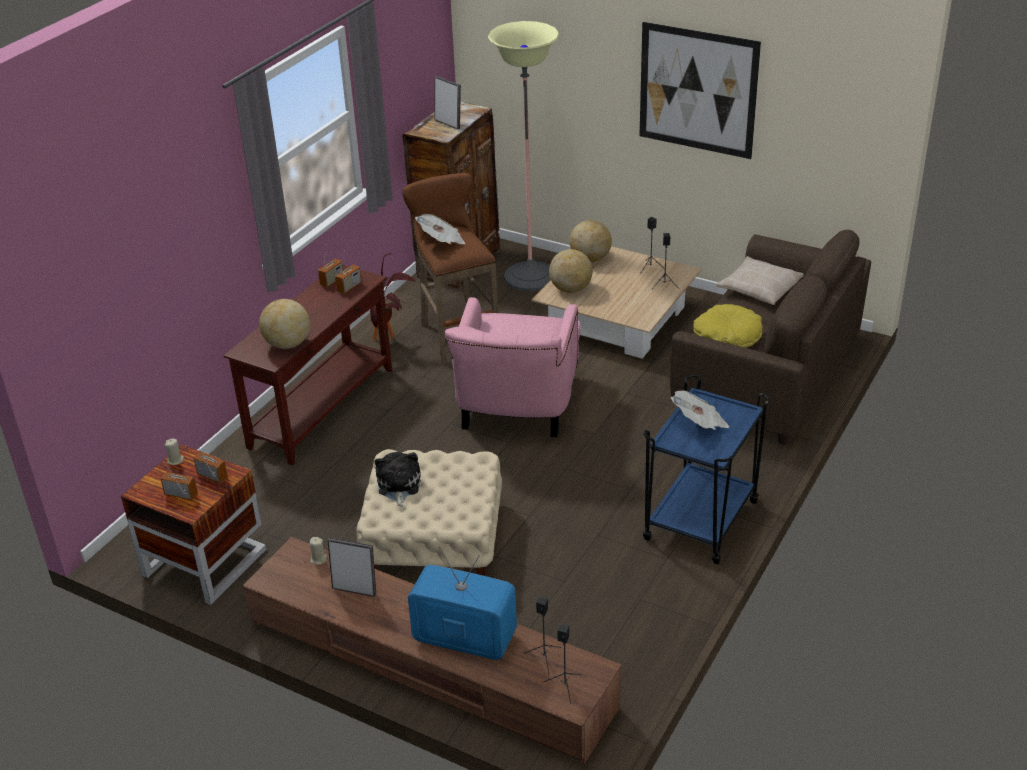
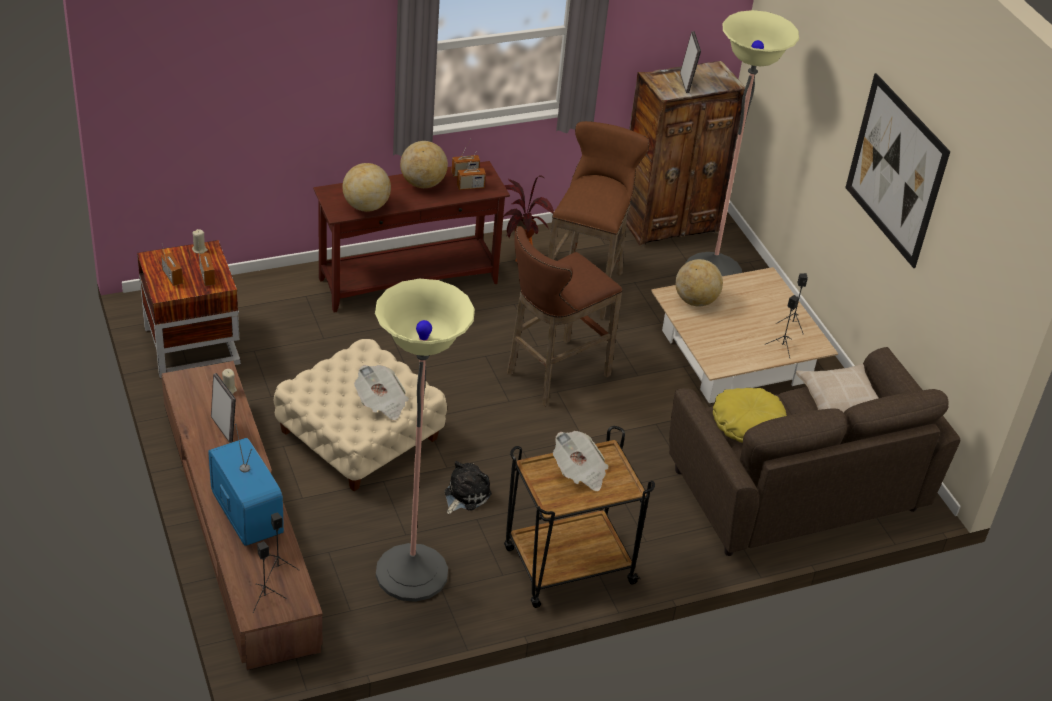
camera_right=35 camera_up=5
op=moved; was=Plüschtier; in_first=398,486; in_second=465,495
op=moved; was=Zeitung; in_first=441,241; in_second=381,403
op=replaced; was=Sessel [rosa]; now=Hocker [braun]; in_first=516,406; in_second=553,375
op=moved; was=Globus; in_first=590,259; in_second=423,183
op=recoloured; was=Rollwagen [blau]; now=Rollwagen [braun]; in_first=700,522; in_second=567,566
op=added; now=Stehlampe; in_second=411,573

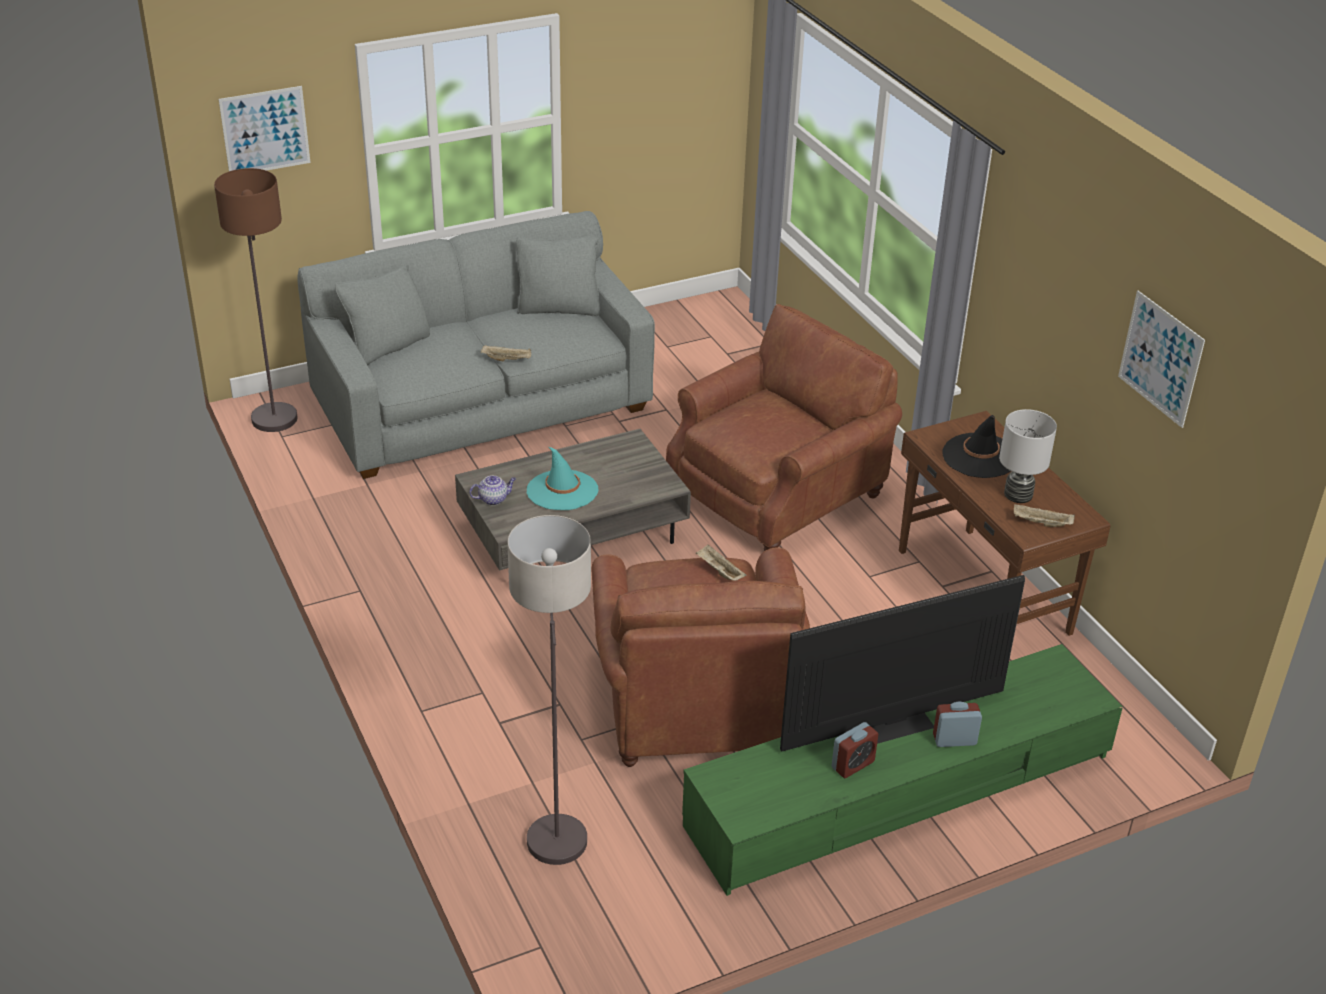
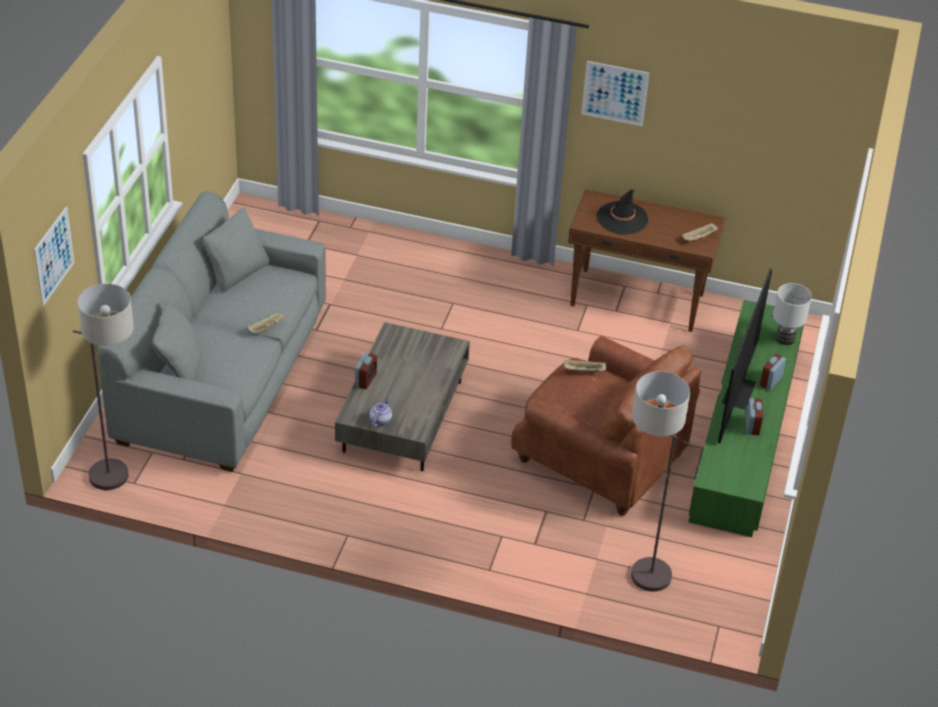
camera_right=-50 camera_up=5
op=recoloured; was=Stehlampe [braun]; now=Stehlampe [grau]; in_first=278,426; in_second=119,478
op=removed; was=Hut [türkis]; in_first=562,490
op=removed; was=Sessel [braun]; in_first=778,494
op=moved; was=Tischlampe [grau]; in_first=1018,495; in_second=785,339
op=moved; was=Bild; in_first=1160,358; in_second=615,93
op=added; now=Wecker; in_second=366,380

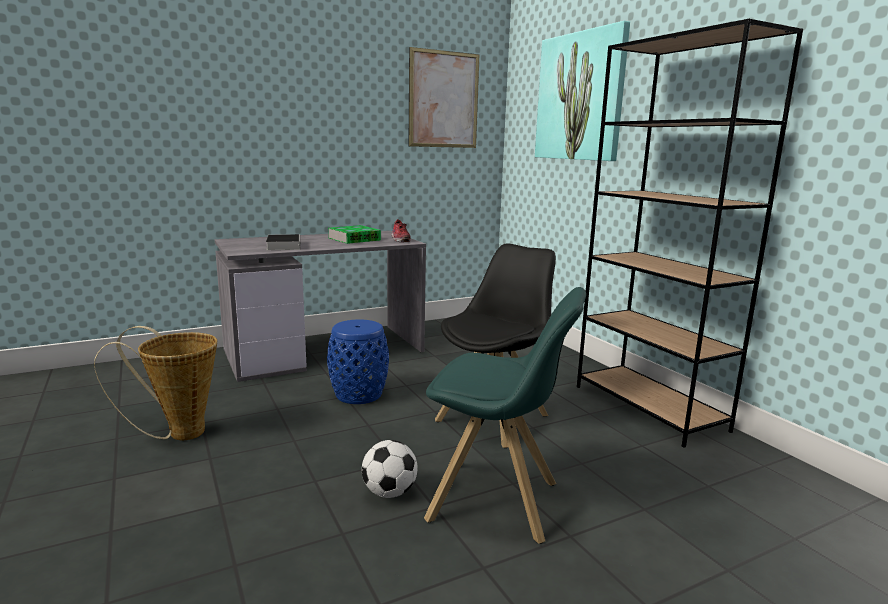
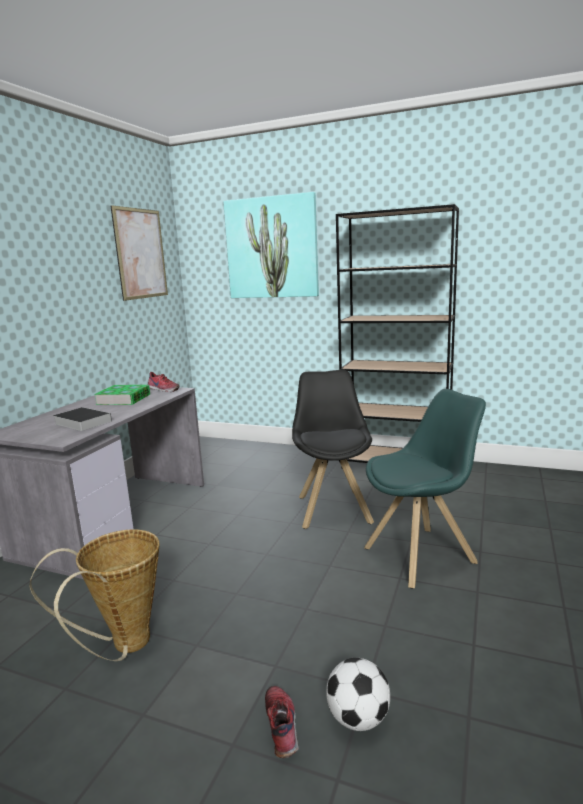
camera_right=-40 camera_up=0
op=removed; was=Hocker [blau]; in_first=358,394
op=moved; was=Fußball; in_first=390,492; in_second=358,718
op=added; now=Schuh; in_second=283,725

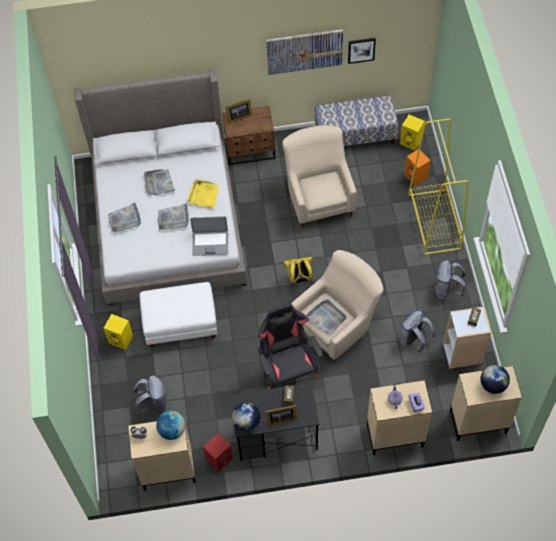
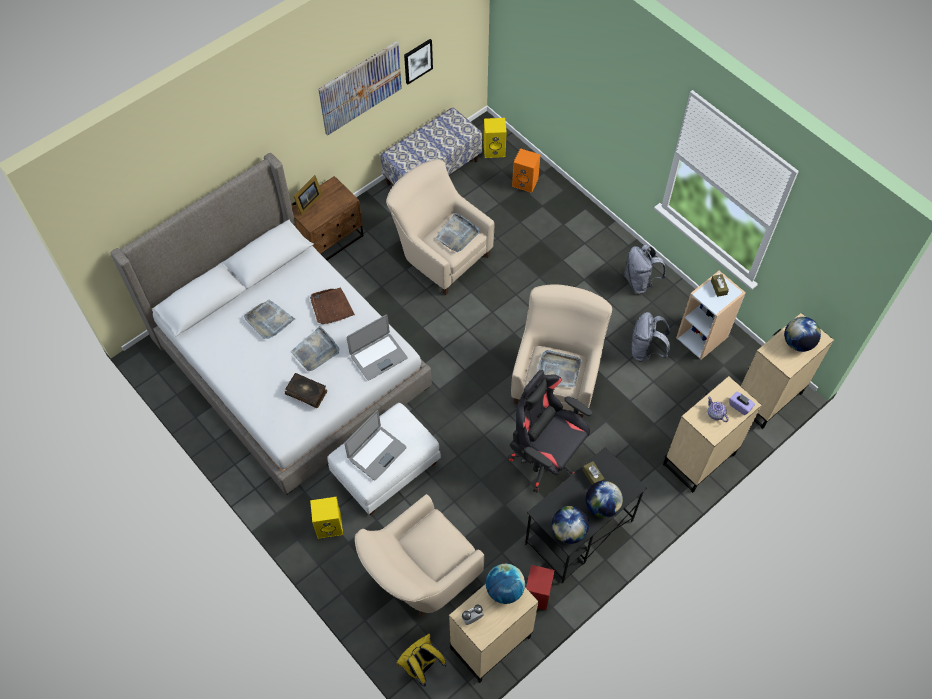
camera_right=-35 camera_up=0
op=moved; was=Tablett [grau]; in_first=125,219; in_second=457,234
op=replaced; was=Rucksack [grau]; now=Sessel [beige]; in_first=154,404; in_second=420,577
op=recoloured; was=Tablett [gelb]; now=Tablett [braun]; in_first=203,195; in_second=331,307
op=replaced; was=Bilderrahmen; now=Globus; in_first=280,418; in_second=602,506
op=moved; was=Rucksack [gelb]; in_first=299,279; in_second=421,666
op=removed; was=Kleiderständer [gelb]; in_first=434,221
op=added; now=Buch; in_second=307,392
op=added; now=Laptop; in_second=377,453

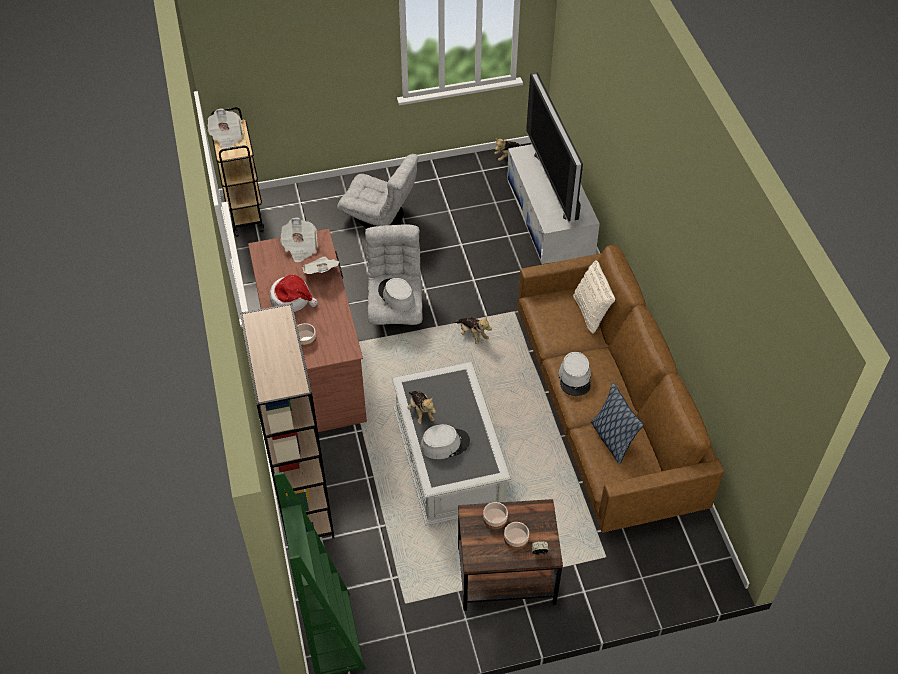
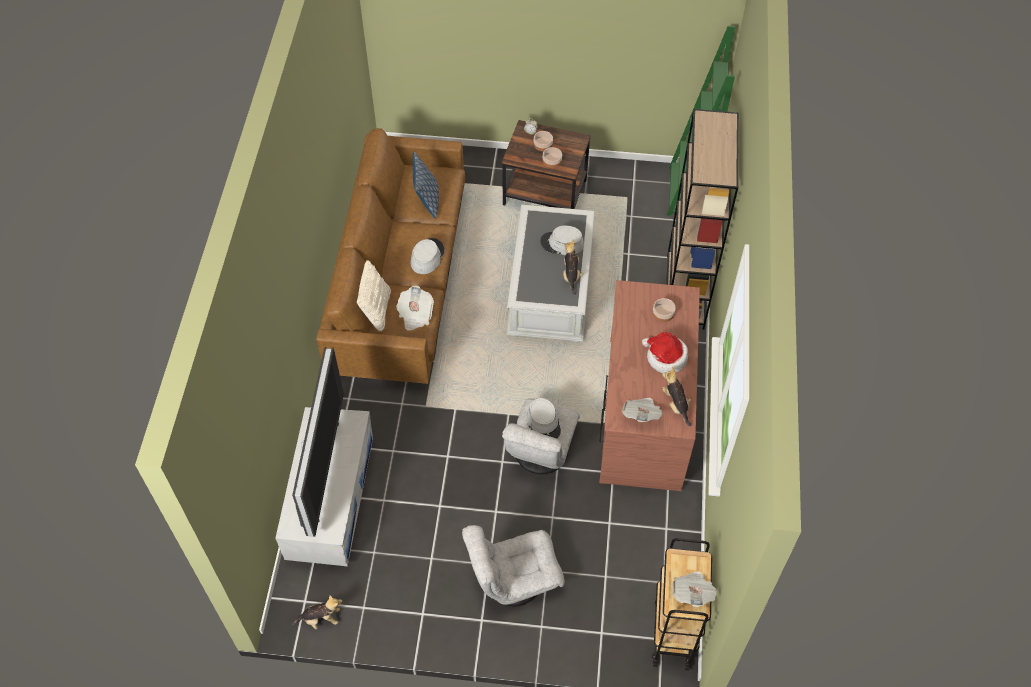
camera_right=-160 camera_up=5
op=moved; was=Zeitung; in_first=321,272; in_second=415,315
op=turned; was=Sessel [grau]; in_first=379,216; in_second=514,578; clockwise=-60
op=moved; was=Plüschtier; in_first=472,334; in_second=676,404

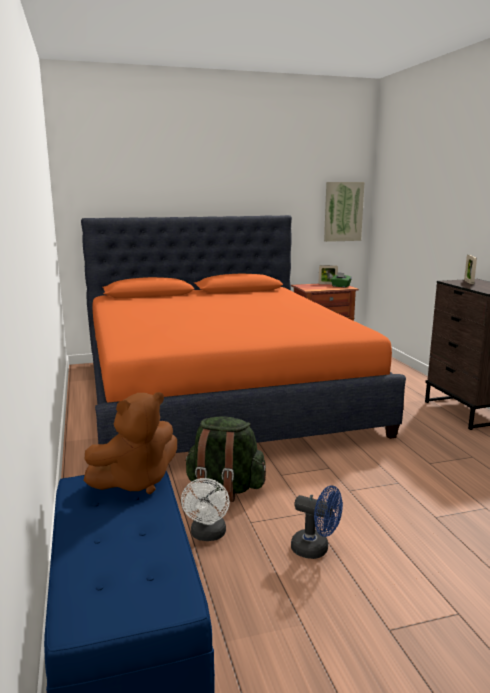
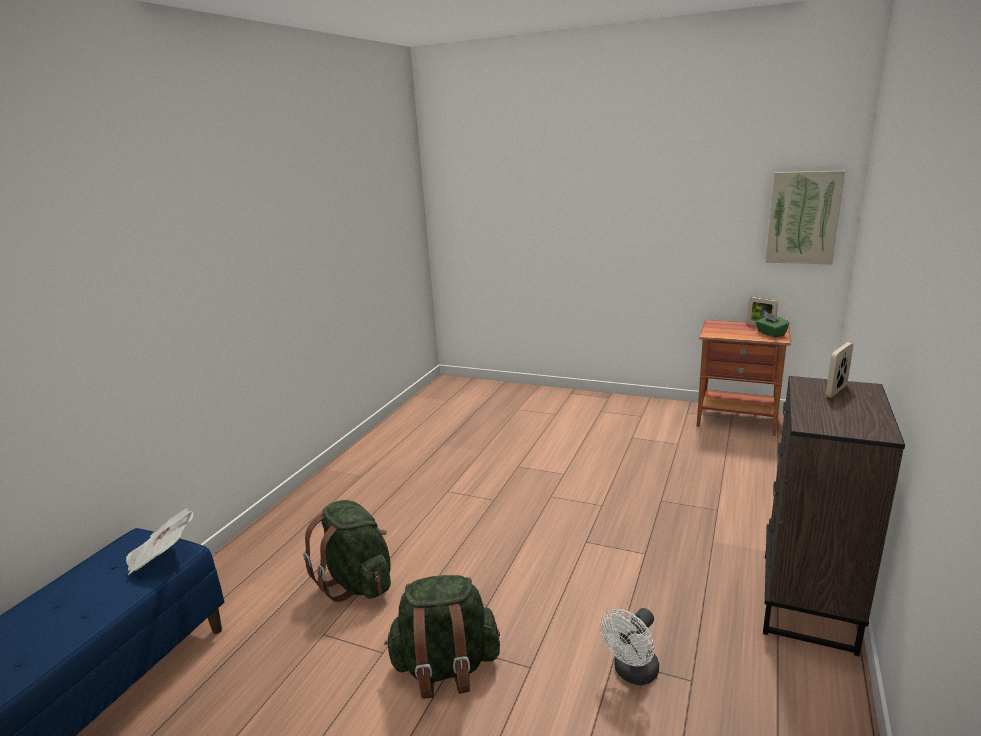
camera_right=40 camera_up=5
op=removed; was=Bett [orange]; in_first=220,394
op=replaced; was=Plüschtier [braun]; now=Zeitung; in_first=136,481; in_second=162,557
op=moved; was=Ventilator [weiß]; in_first=208,535; in_second=632,673
op=removed; was=Ventilator [blau]; in_first=316,549
op=added; now=Rucksack [grün]; in_second=446,668

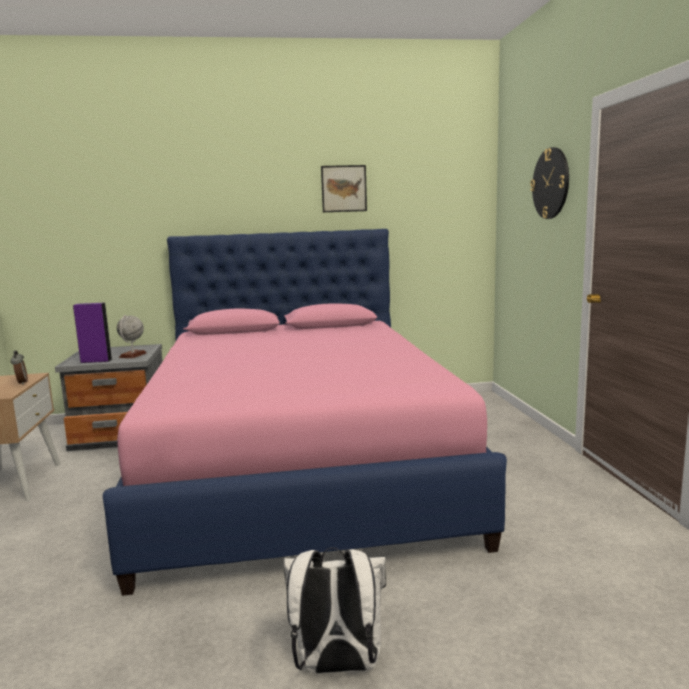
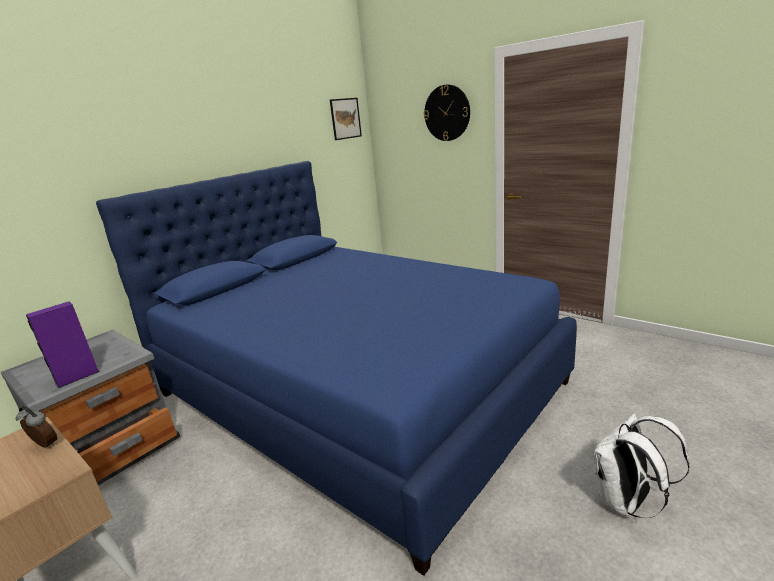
camera_right=-40 camera_up=10
op=recoloured; was=Bett [rosa]; now=Bett [blau]; in_first=299,464; in_second=354,388
op=removed; was=Globus; in_first=133,355
op=moved; was=Bild; in_first=344,188; in_second=345,118

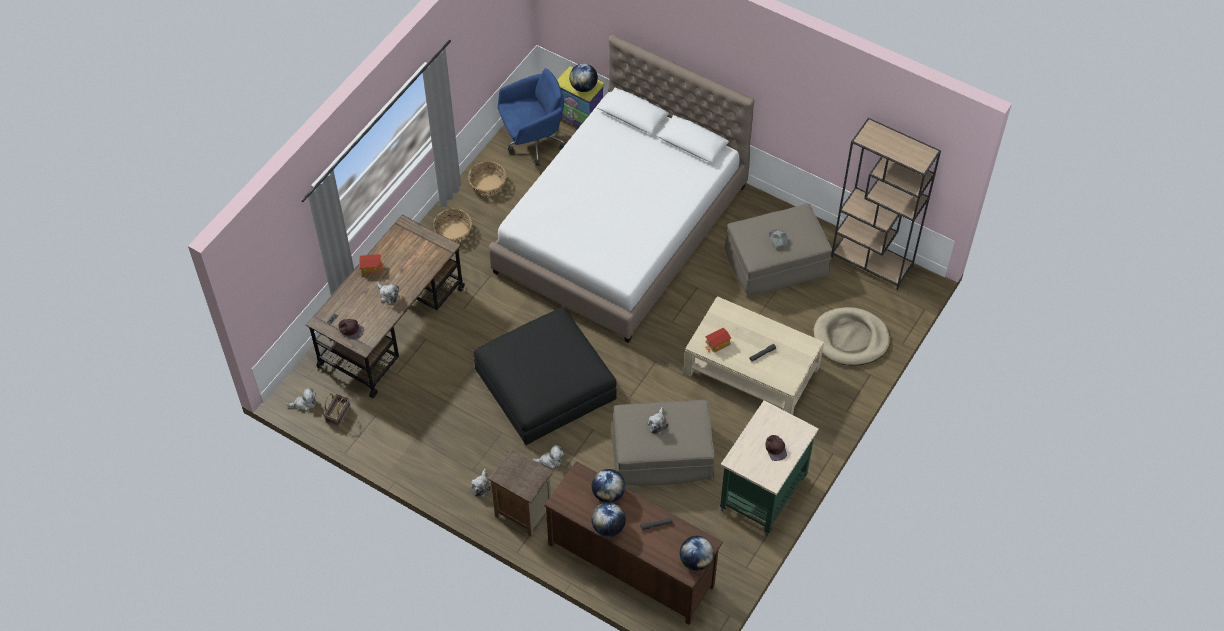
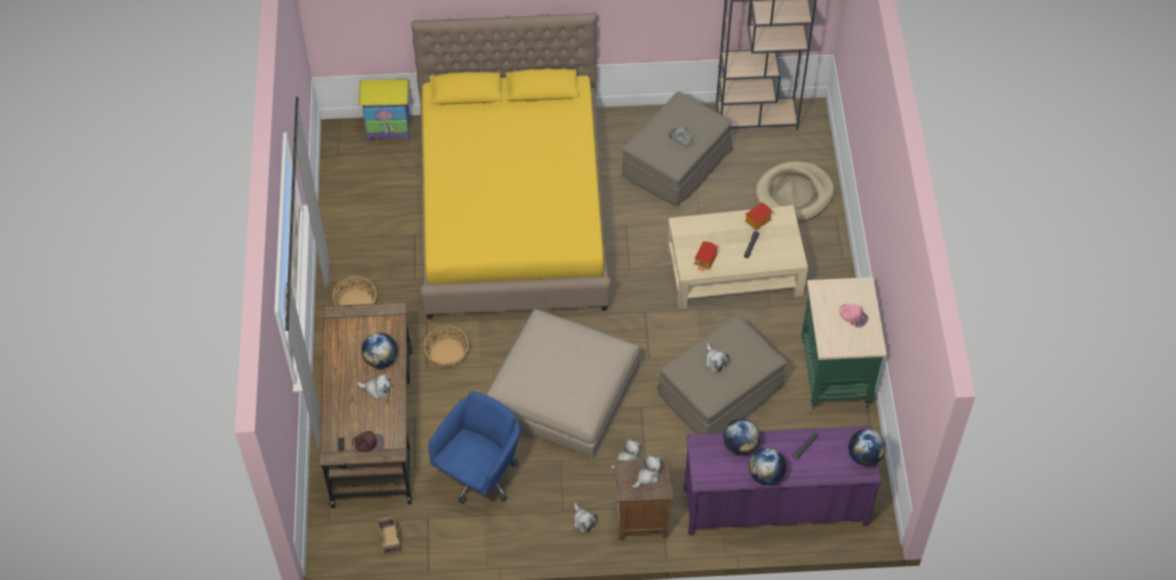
camera_right=-35 camera_up=0
op=moved; was=Plüschtier; in_first=304,403; in_second=647,476
op=moved; was=Spielzeughaus; in_first=371,268; in_second=757,221
op=moved; was=Korb; in_first=487,184; in_second=447,353
op=recoloured; was=Polsterhocker [schwarz]; now=Polsterhocker [beige]; in_first=545,384; in_second=563,392
op=recoloured; was=Bett [weiß]; now=Bett [gelb]; in_first=621,229; in_second=513,211
op=moved; was=Bürostuhl [blau]; in_first=533,144; in_second=480,478
op=recoloured; was=Kommode [braun]; now=Kommode [lila]; in_first=630,563; in_second=774,505
op=moved; was=Globus; in_first=583,87; in_second=381,360
op=recoloured; was=Kappe [braun]; now=Kappe [rosa]; in_first=775,448; in_second=853,316

